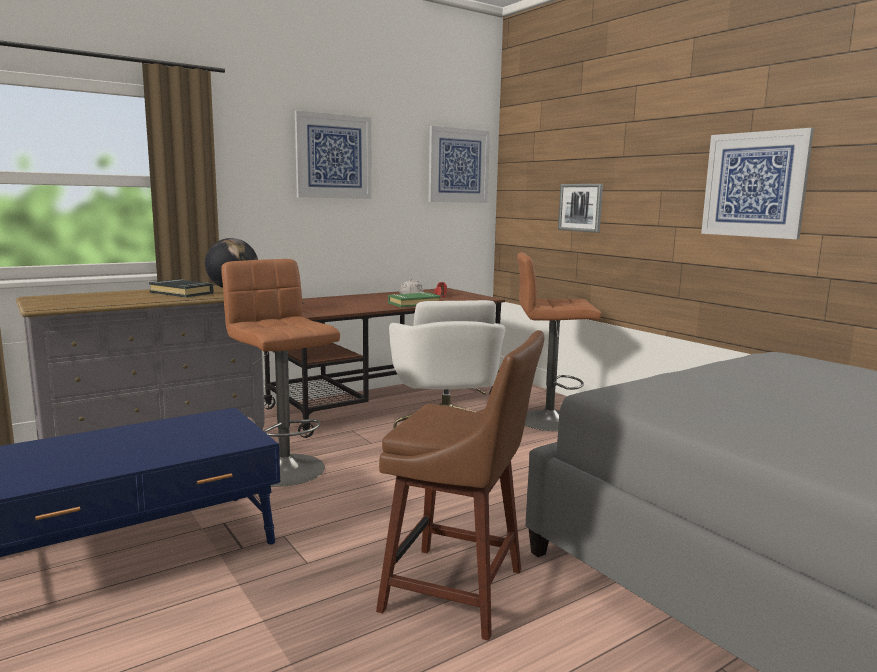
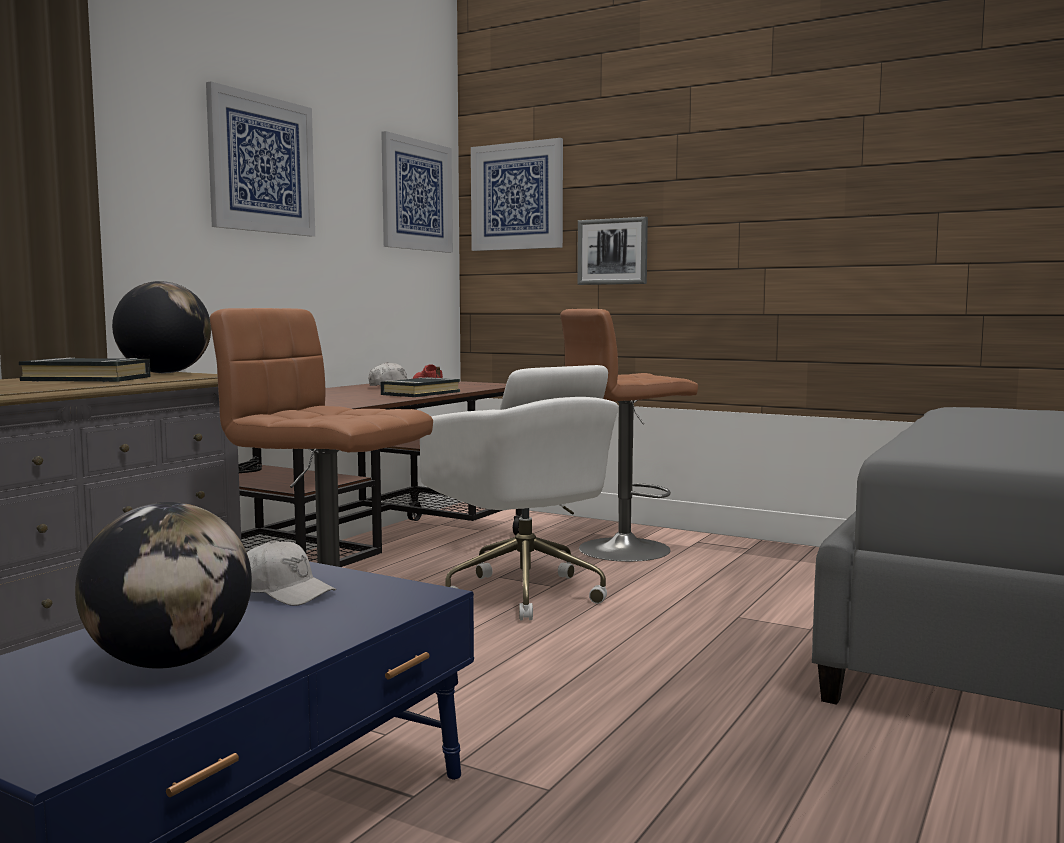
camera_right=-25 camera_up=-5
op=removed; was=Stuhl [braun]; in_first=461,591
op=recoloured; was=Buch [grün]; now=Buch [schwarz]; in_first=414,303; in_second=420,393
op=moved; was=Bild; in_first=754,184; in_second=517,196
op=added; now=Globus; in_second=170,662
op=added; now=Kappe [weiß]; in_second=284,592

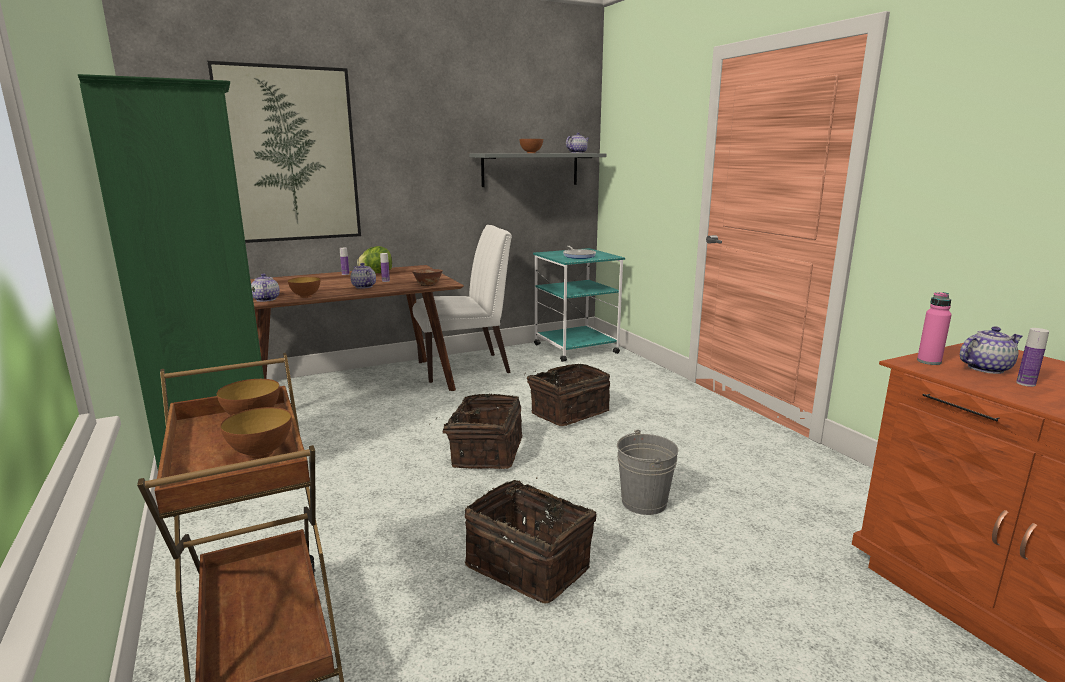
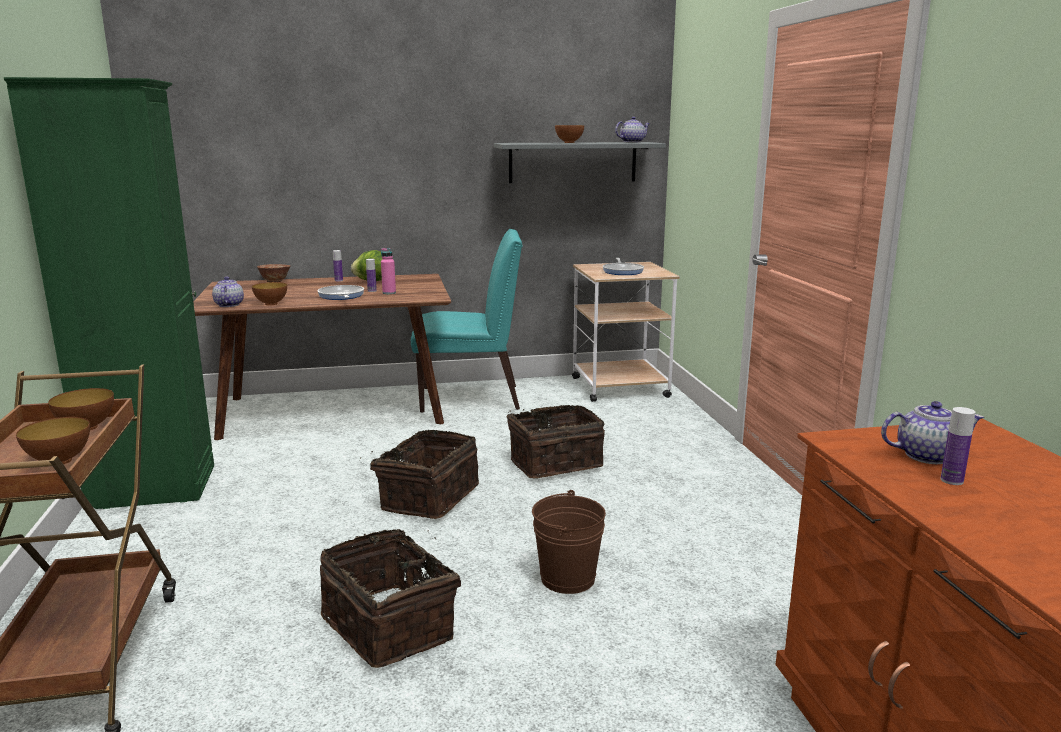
camera_right=15 camera_up=0
op=removed; was=Bild; in_first=290,155
op=replaced; was=Teekanne; now=Pfanne; in_first=363,286; in_second=341,296
op=recoloured; was=Stuhl [weiß]; now=Stuhl [türkis]; in_first=463,368; in_second=469,398
op=moved; was=Schüssel; in_first=428,285; in_second=274,281
op=recoloured; was=Rollwagen [türkis]; now=Rollwagen [beige]; in_first=577,348; in_second=621,387
op=recoloured; was=Eimer [grau]; now=Eimer [braun]; in_first=644,502; in_second=567,578
op=moved; was=Flasche [rosa]; in_first=929,361; in_second=389,293

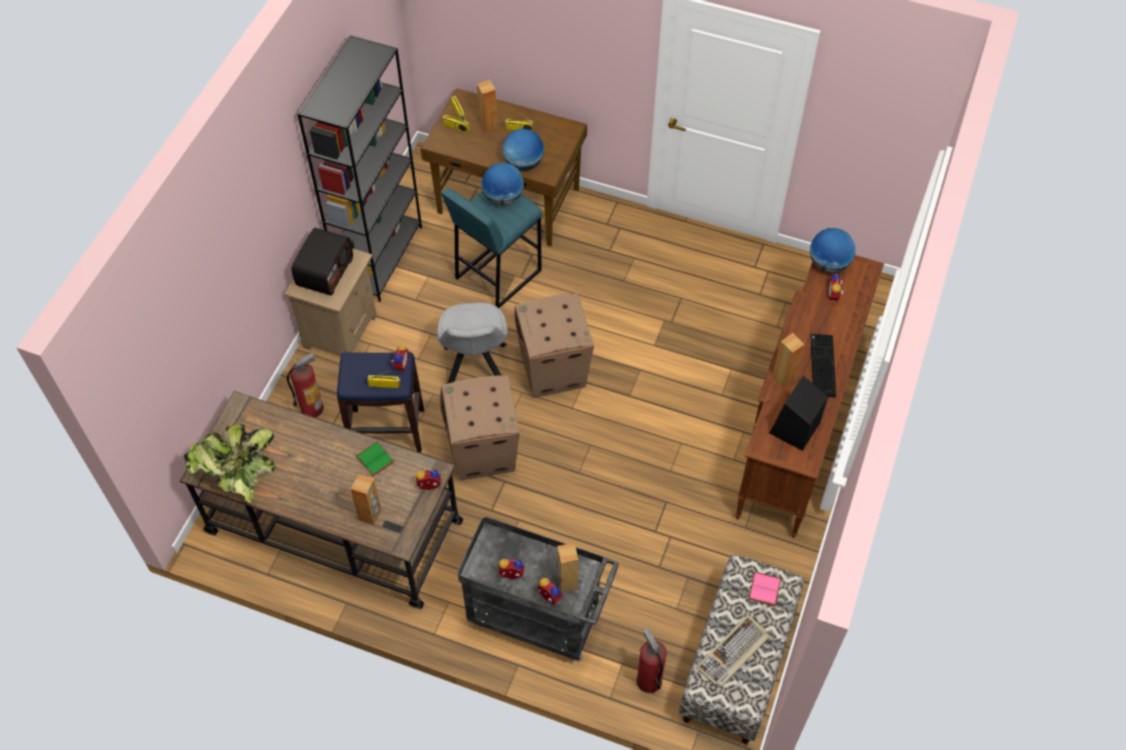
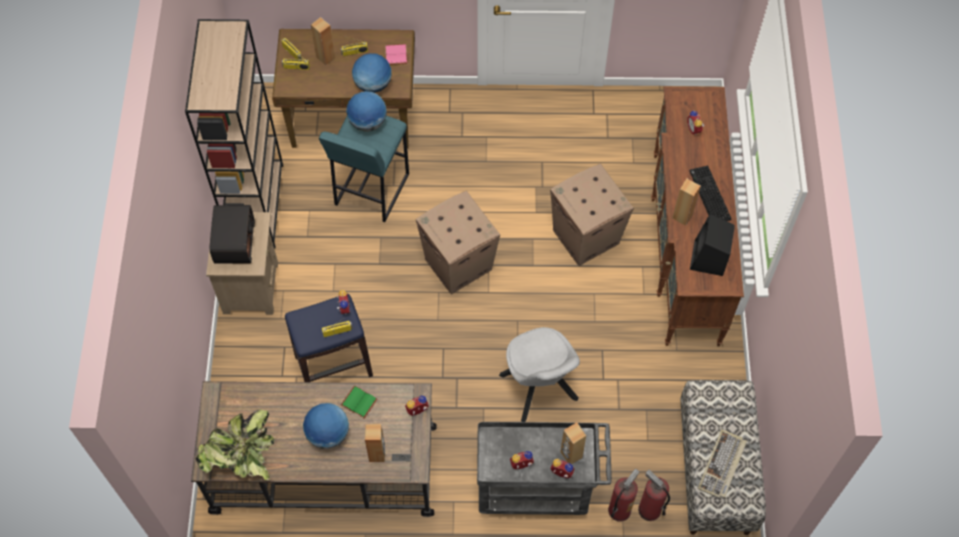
camera_right=-20 camera_up=5
op=moved; was=Feuerlöscher; in_first=312,408; in_second=619,510
op=recoloured; was=Bücherregal [schwarz]; now=Bücherregal [beige]; in_first=380,256; in_second=256,205
op=moved; was=Stuhl [grau]; in_first=475,370; in_second=539,389
op=moved; was=Karton; in_first=483,453; in_second=586,237
op=moved; was=Buch [rosa]; in_first=765,590; in_second=397,55
op=moved; was=Globus; in_first=829,264; in_second=328,434

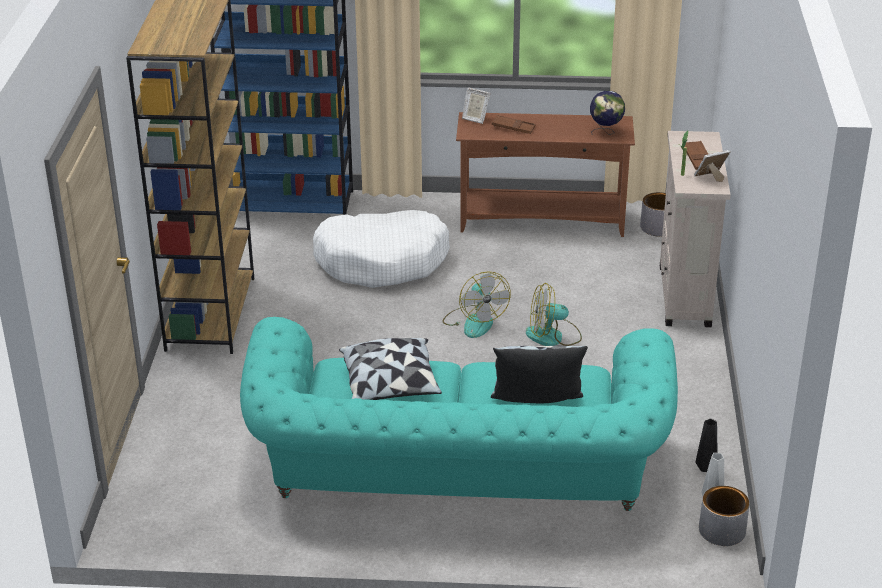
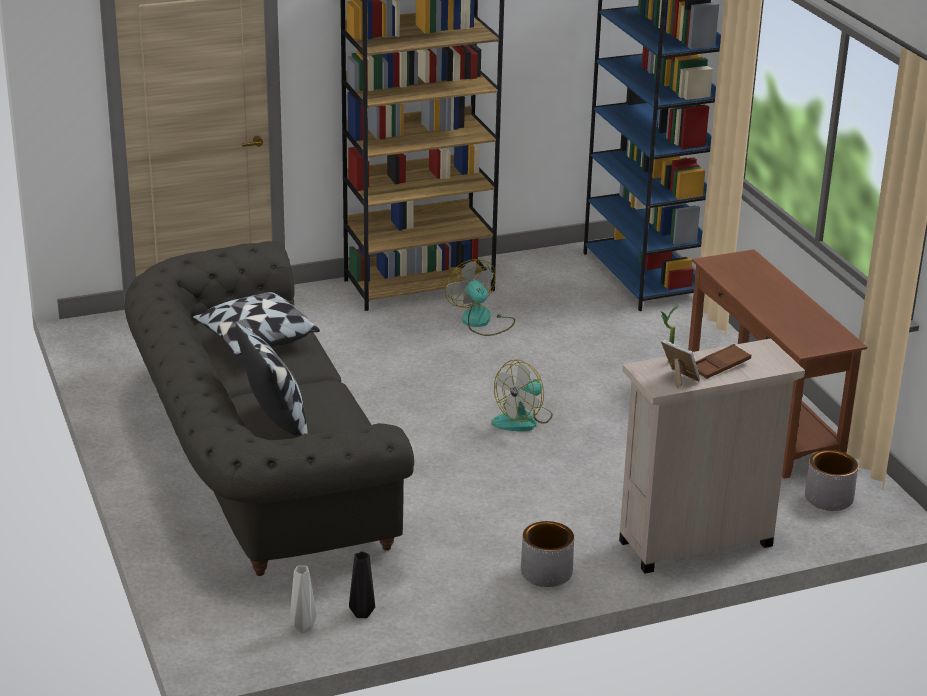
camera_right=65 camera_up=-5
op=recoloured; was=Sofa [türkis]; now=Sofa [grau]; in_first=457,475; in_second=256,464
op=removed; was=Hundebett [weiß]; in_first=382,261
op=removed; was=Bilderrahmen; in_first=475,118
op=removed; was=Tablett [braun]; in_first=513,127
op=moved; was=Ventilator; in_first=553,336; in_second=481,322
op=removed; was=Globus; in_first=606,132
op=moved; was=Pflanzkübel [grau]; in_first=721,532; in_second=546,573

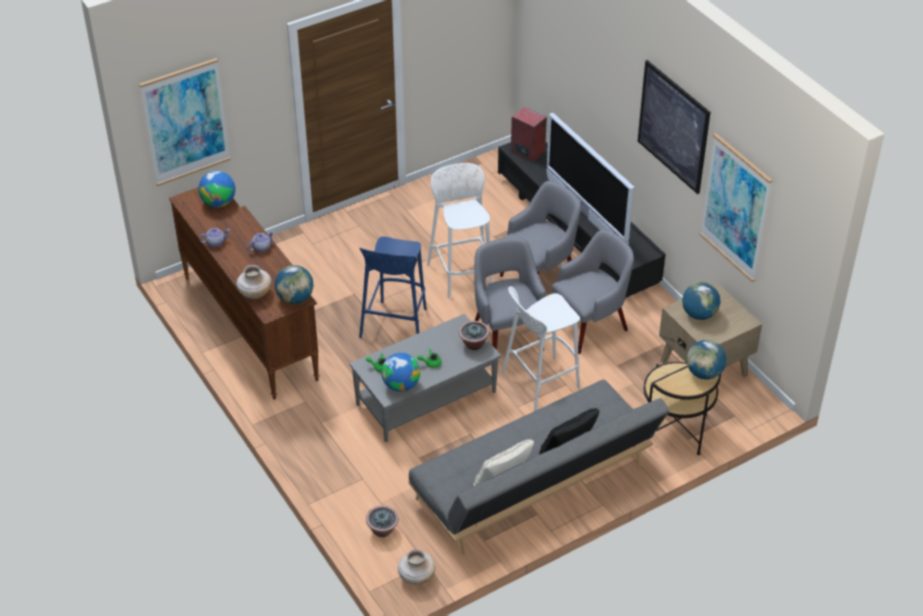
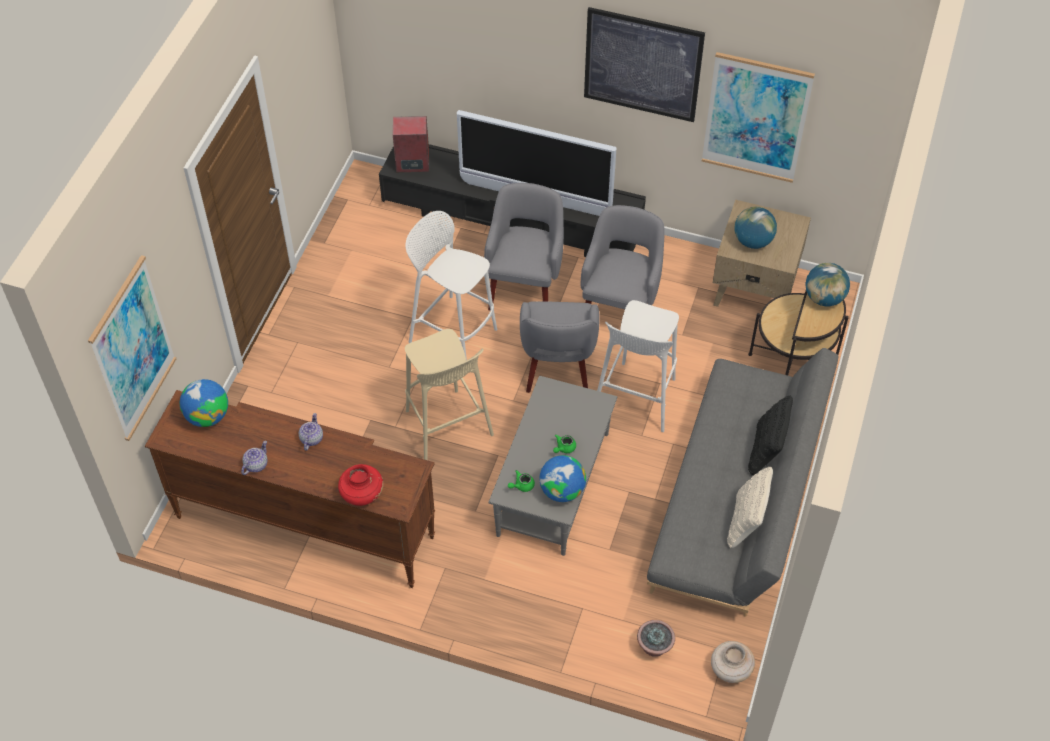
camera_right=-40 camera_up=10
op=recoloured; was=Vase [beige]; now=Vase [rot]; in_first=255,293; in_second=361,494
op=removed; was=Globus; in_first=295,298
op=recoloured; was=Hocker [blau]; now=Hocker [beige]; in_first=396,325; in_second=446,427
op=removed; was=Topfpflanze; in_first=473,344
op=turned; was=Sessel [grau]; in_first=507,334; in_second=558,367; clockwise=-120

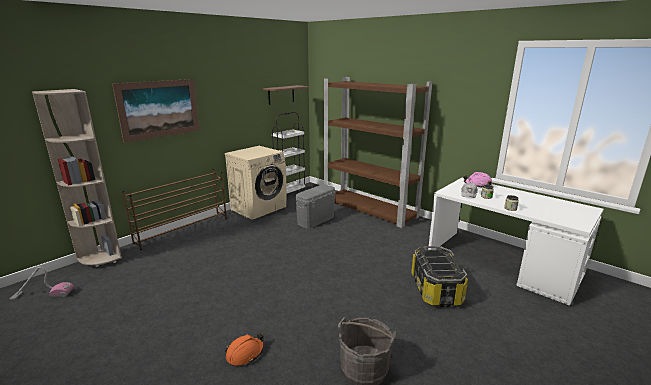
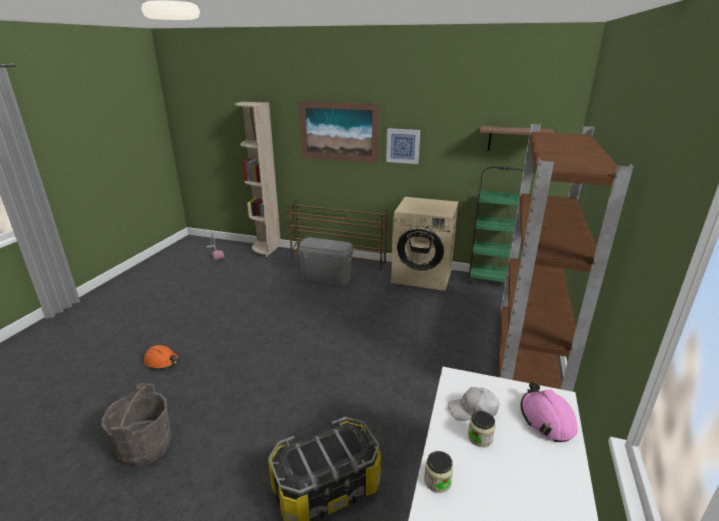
camera_right=65 camera_up=5
op=recoloured; was=Rollwagen [weiß]; now=Rollwagen [grün]; in_first=290,194; in_second=489,282
op=moved; was=Aufbewahrungsbox [grau]; in_first=316,220; in_second=326,278
op=added; now=Bild; in_second=403,146

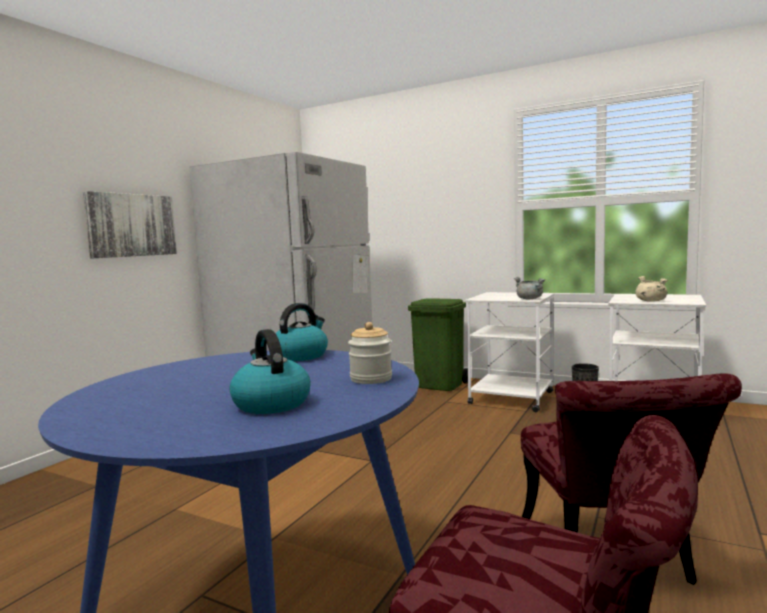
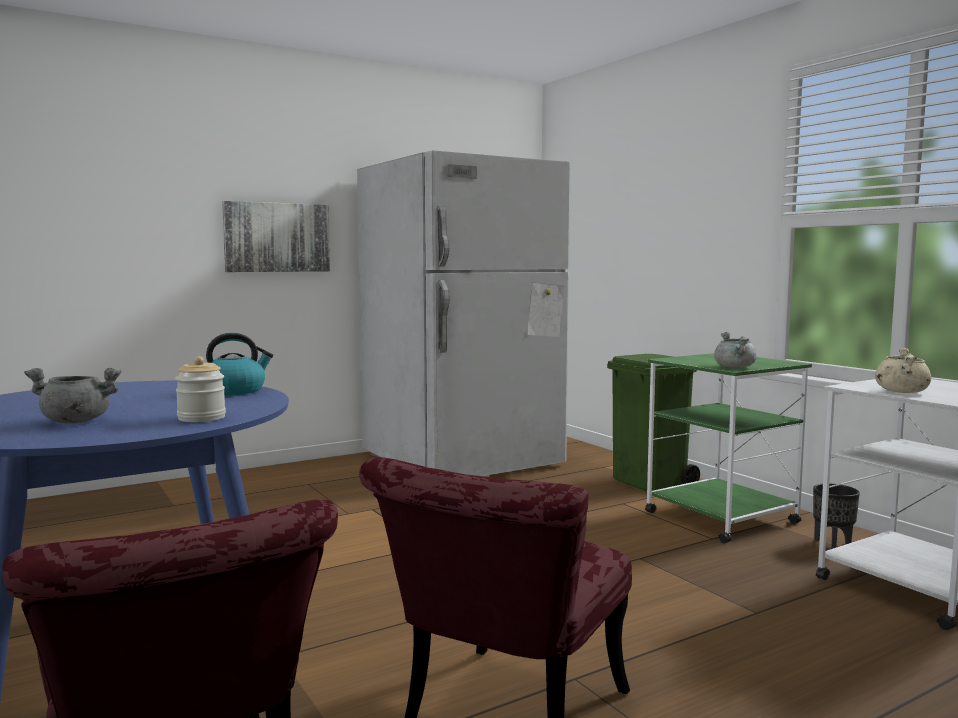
camera_right=30 camera_up=0
op=replaced; was=Wasserkessel; now=Kochtopf [grau]; in_first=270,403; in_second=75,421
op=recoloured; was=Rollwagen [weiß]; now=Rollwagen [grün]; in_first=513,398; in_second=723,518

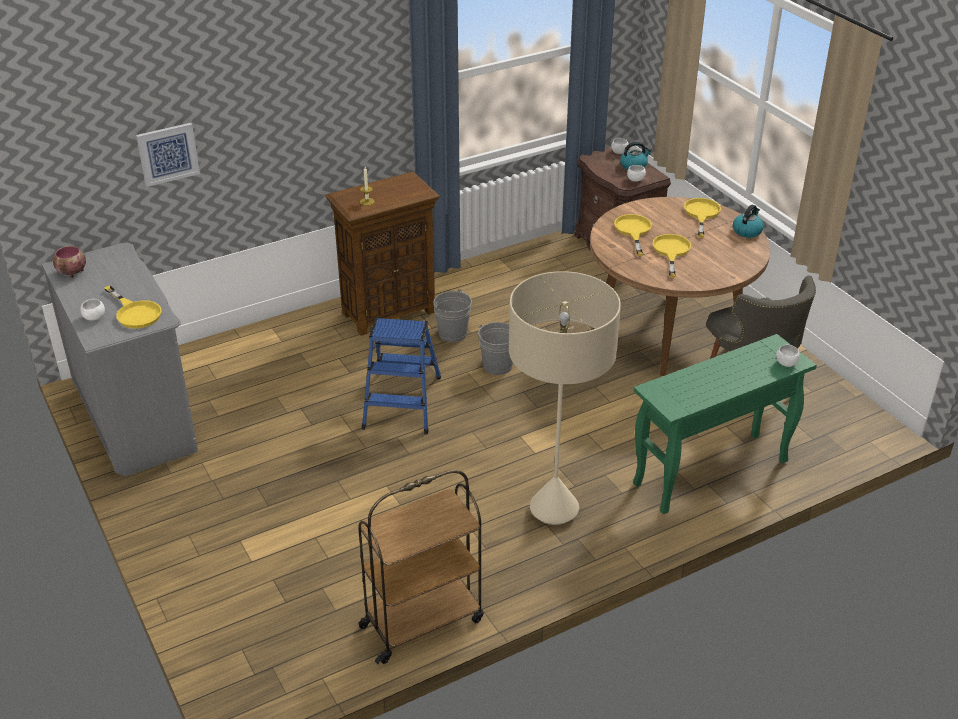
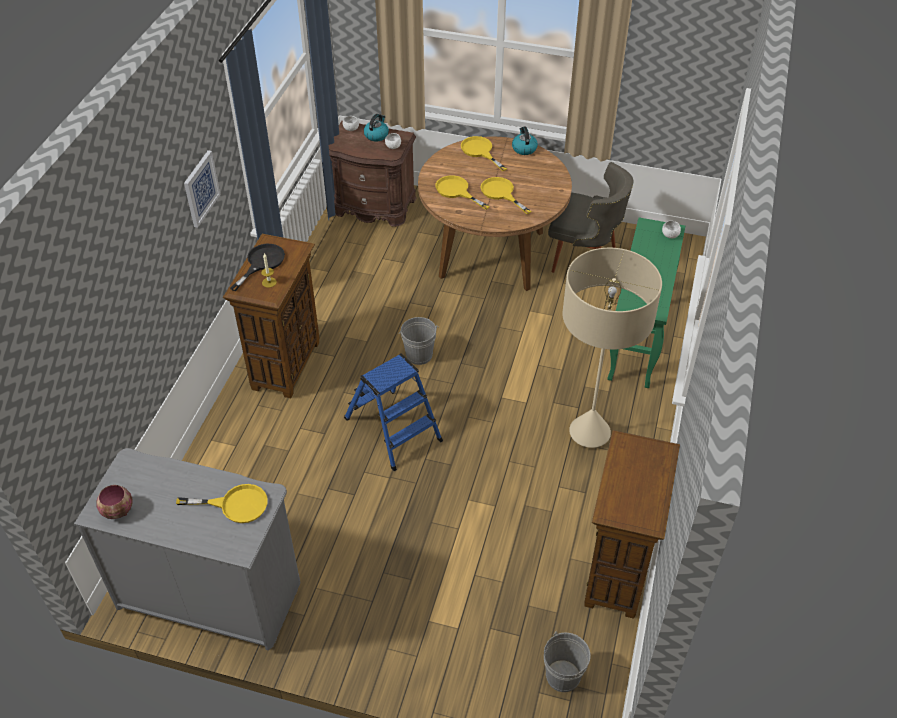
camera_right=-45 camera_up=10
op=removed; was=Schüssel [weiß]; in_first=94,317
op=moved; was=Bild; in_first=168,154; in_second=200,188
op=replaced; was=Rollwagen [braun]; now=Schrank [braun]; in_first=423,623; in_second=617,574
op=moved; was=Eimer [grau]; in_first=452,333; in_second=563,676
op=added; now=Pfanne [schwarz]; in_second=261,263

